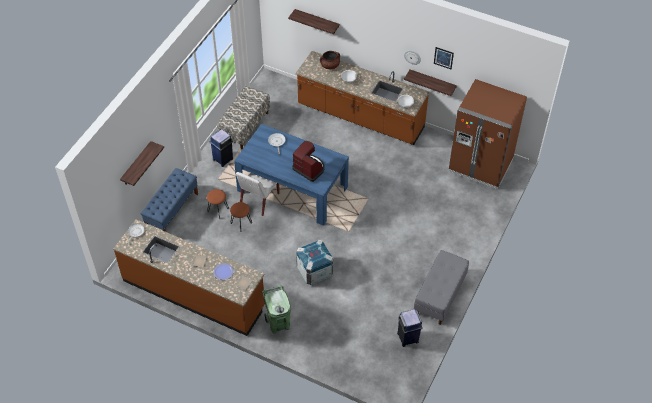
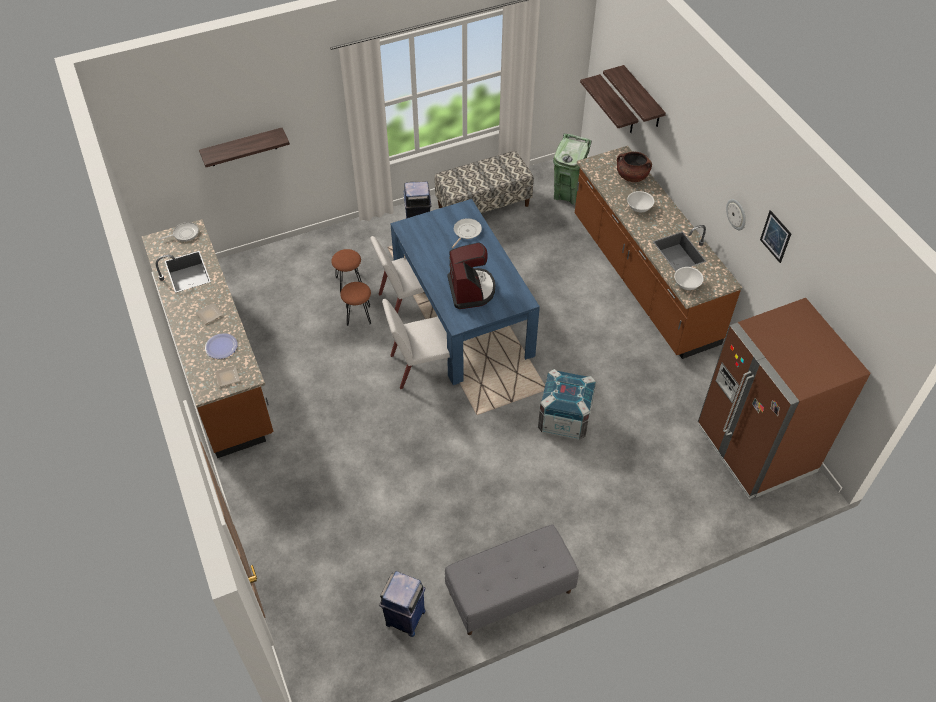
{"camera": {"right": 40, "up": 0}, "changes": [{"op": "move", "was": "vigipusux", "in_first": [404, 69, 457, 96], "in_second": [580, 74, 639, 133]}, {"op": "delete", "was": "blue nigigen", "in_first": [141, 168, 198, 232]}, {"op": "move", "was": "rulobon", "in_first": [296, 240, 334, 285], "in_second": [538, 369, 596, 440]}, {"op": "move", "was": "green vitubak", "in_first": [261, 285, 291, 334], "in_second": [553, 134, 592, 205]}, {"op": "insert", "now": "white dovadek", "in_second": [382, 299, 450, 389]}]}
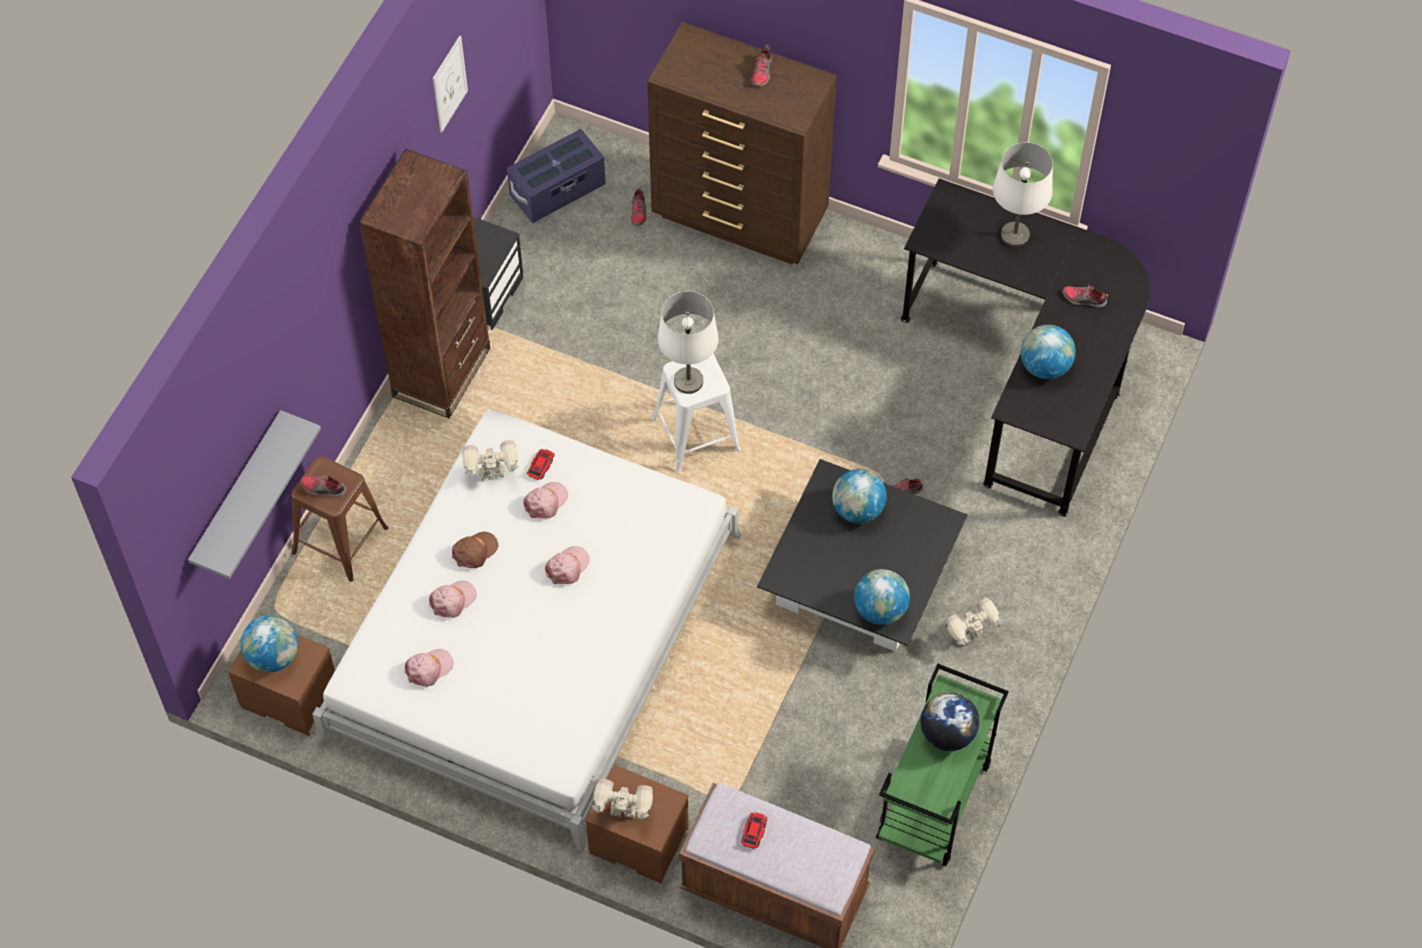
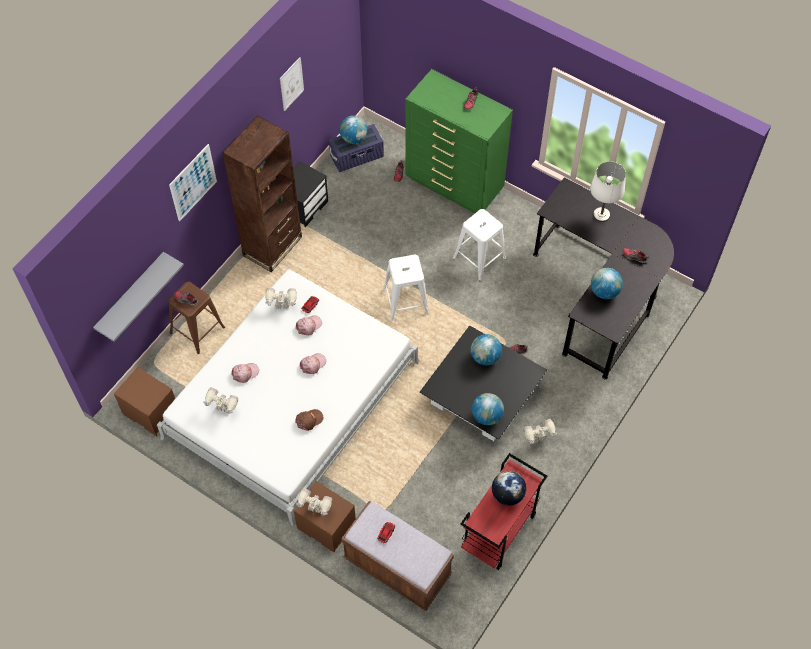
{"camera": {"right": 10, "up": 0}, "changes": [{"op": "recolor", "was": "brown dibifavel", "now": "green dibifavel", "in_first": [647, 22, 837, 264], "in_second": [405, 69, 513, 213]}, {"op": "delete", "was": "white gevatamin", "in_first": [658, 291, 719, 394]}, {"op": "move", "was": "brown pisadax", "in_first": [452, 532, 498, 568], "in_second": [295, 409, 324, 431]}, {"op": "move", "was": "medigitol", "in_first": [241, 616, 298, 672], "in_second": [339, 115, 367, 144]}, {"op": "replace", "was": "pink pisadax", "now": "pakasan", "in_first": [404, 649, 454, 687], "in_second": [203, 387, 238, 414]}, {"op": "recolor", "was": "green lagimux", "now": "red lagimux", "in_first": [876, 664, 1009, 866], "in_second": [460, 453, 547, 570]}, {"op": "insert", "now": "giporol", "in_second": [169, 144, 217, 221]}, {"op": "insert", "now": "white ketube", "in_second": [453, 209, 506, 281]}]}
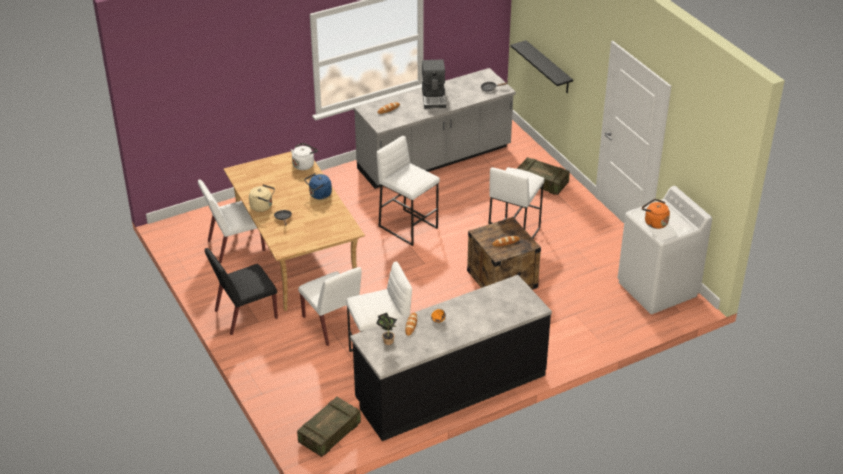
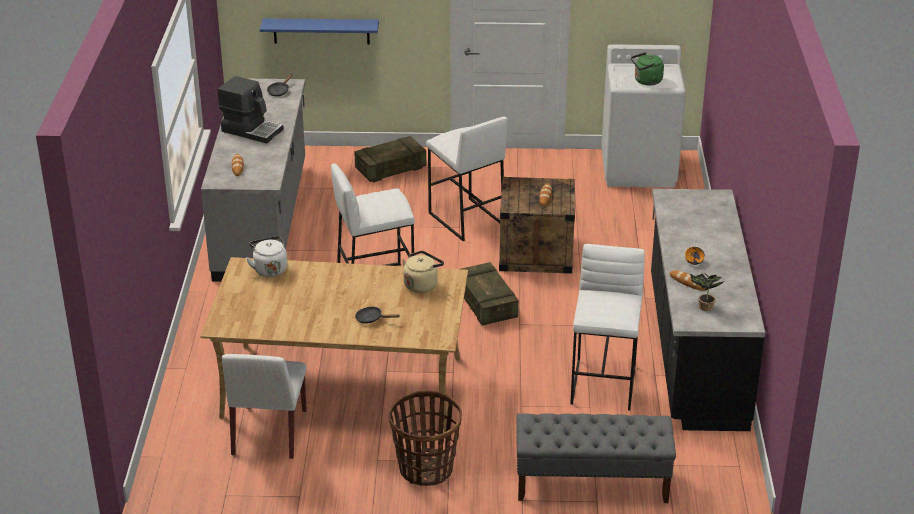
{"camera": {"right": -60, "up": -5}, "changes": [{"op": "recolor", "was": "black vigipusux", "now": "blue vigipusux", "in_first": [511, 40, 573, 93], "in_second": [260, 18, 379, 44]}, {"op": "delete", "was": "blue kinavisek", "in_first": [305, 173, 332, 200]}, {"op": "move", "was": "beige kinavisek", "in_first": [249, 184, 275, 212], "in_second": [402, 251, 444, 293]}, {"op": "recolor", "was": "orange kinavisek", "now": "green kinavisek", "in_first": [642, 199, 670, 229], "in_second": [631, 52, 664, 86]}, {"op": "replace", "was": "black dovadek", "now": "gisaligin", "in_first": [205, 248, 278, 335], "in_second": [389, 391, 462, 486]}, {"op": "delete", "was": "white dovadek", "in_first": [298, 267, 362, 346]}, {"op": "move", "was": "rulobon", "in_first": [297, 397, 361, 457], "in_second": [461, 262, 519, 325]}, {"op": "insert", "now": "grey nigigen", "in_second": [516, 413, 676, 503]}]}
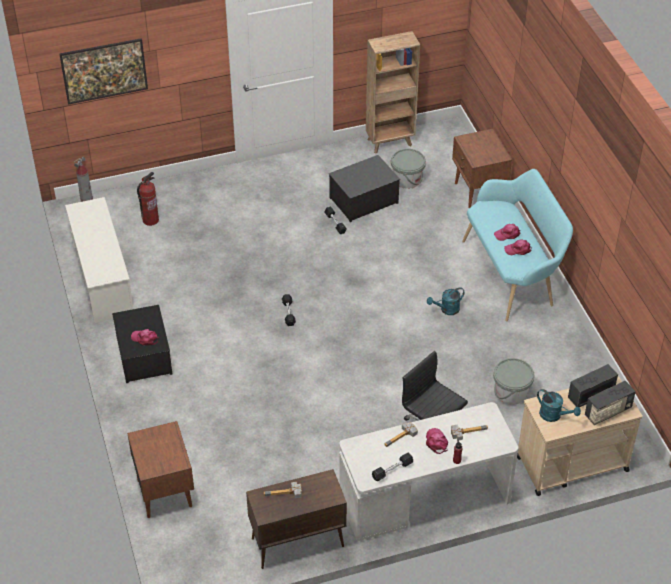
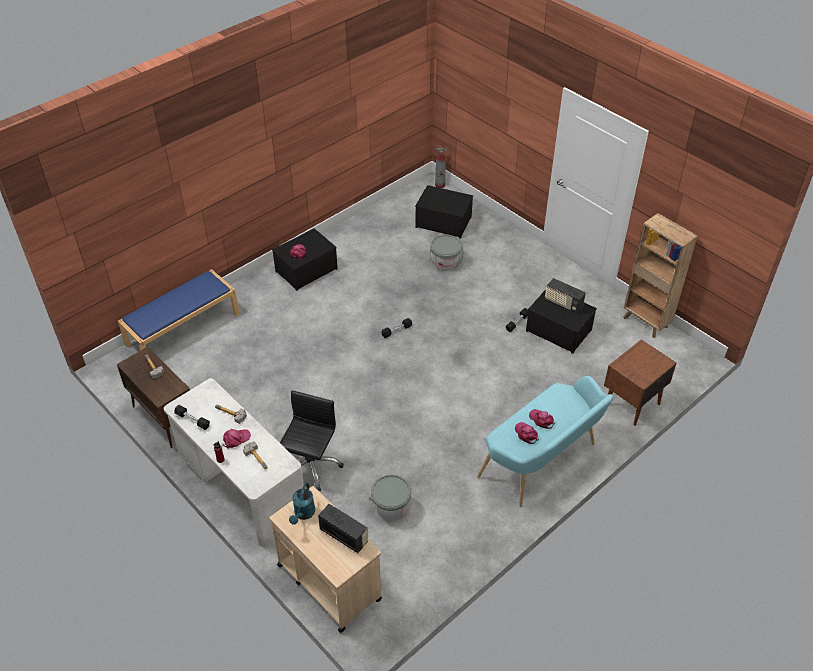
{"camera": {"right": 65, "up": 0}, "changes": [{"op": "delete", "was": "giporol", "in_first": [59, 38, 148, 104]}, {"op": "move", "was": "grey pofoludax", "in_first": [391, 149, 426, 189], "in_second": [430, 235, 464, 271]}, {"op": "replace", "was": "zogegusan", "now": "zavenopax", "in_first": [137, 172, 159, 226], "in_second": [415, 185, 473, 239]}, {"op": "delete", "was": "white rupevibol", "in_first": [65, 197, 134, 323]}, {"op": "delete", "was": "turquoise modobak", "in_first": [427, 287, 465, 315]}, {"op": "move", "was": "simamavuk", "in_first": [585, 381, 636, 425], "in_second": [545, 278, 586, 314]}, {"op": "replace", "was": "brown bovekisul", "now": "blue nigigen", "in_first": [127, 421, 194, 518], "in_second": [118, 269, 240, 351]}]}
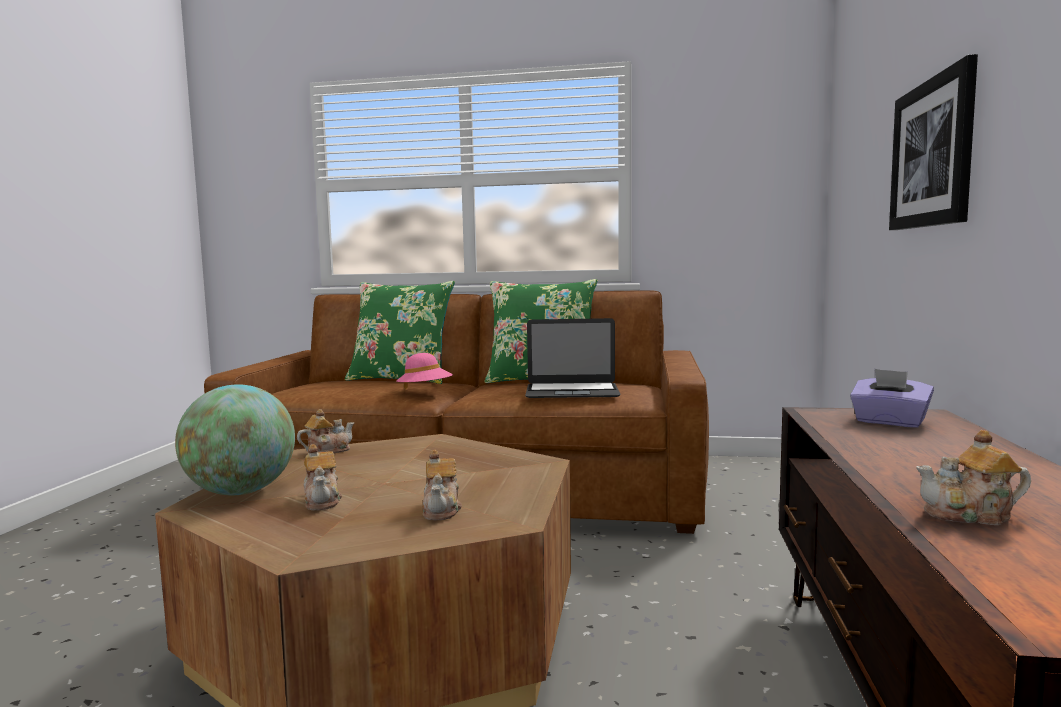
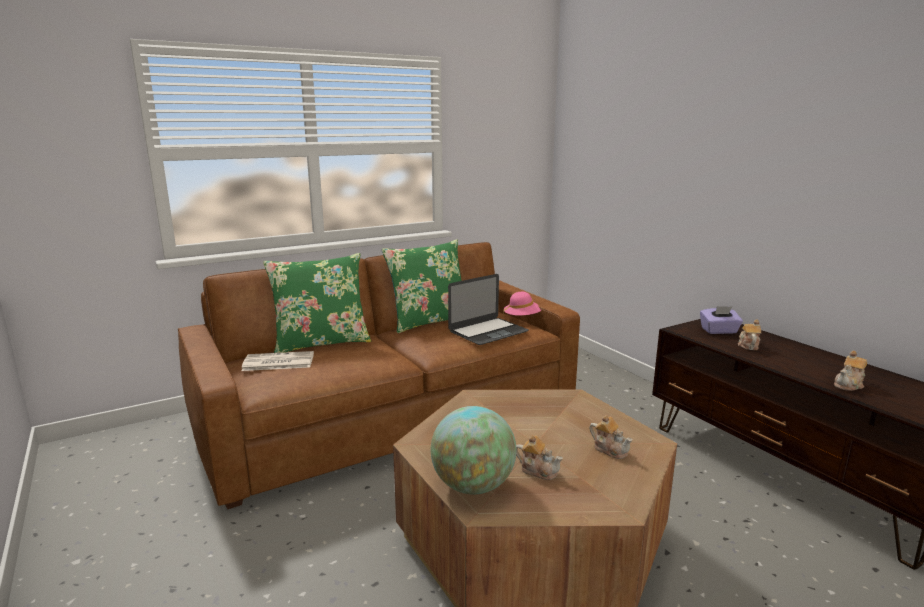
{"camera": {"right": -40, "up": 10}, "changes": [{"op": "delete", "was": "giporol", "in_first": [889, 54, 978, 230]}, {"op": "move", "was": "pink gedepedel", "in_first": [396, 353, 453, 389], "in_second": [503, 292, 541, 317]}, {"op": "move", "was": "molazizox", "in_first": [297, 409, 355, 453], "in_second": [738, 319, 762, 350]}, {"op": "insert", "now": "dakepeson", "in_second": [241, 351, 314, 371]}]}
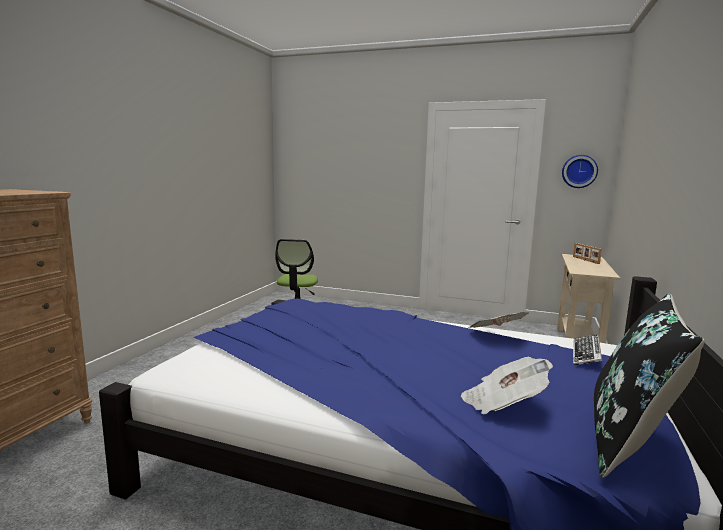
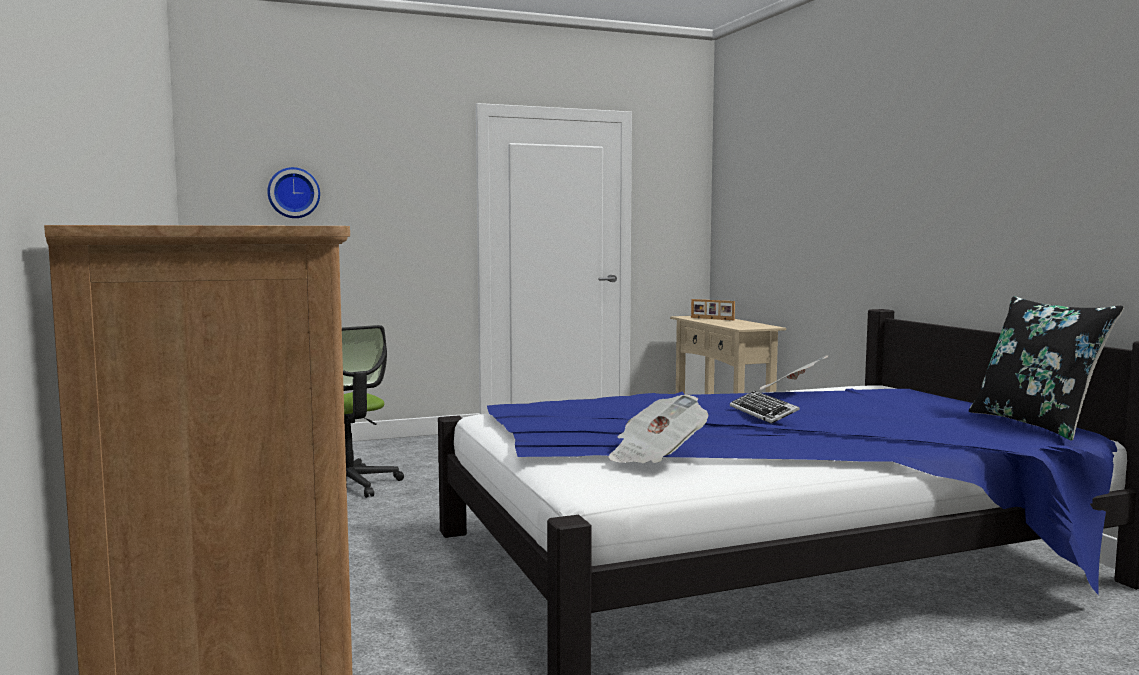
{"camera": {"right": -40, "up": -5}, "changes": [{"op": "move", "was": "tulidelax", "in_first": [562, 155, 598, 188], "in_second": [267, 167, 320, 218]}, {"op": "move", "was": "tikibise", "in_first": [573, 334, 603, 366], "in_second": [730, 391, 800, 424]}, {"op": "move", "was": "dakepeson", "in_first": [461, 357, 553, 414], "in_second": [609, 395, 708, 463]}]}
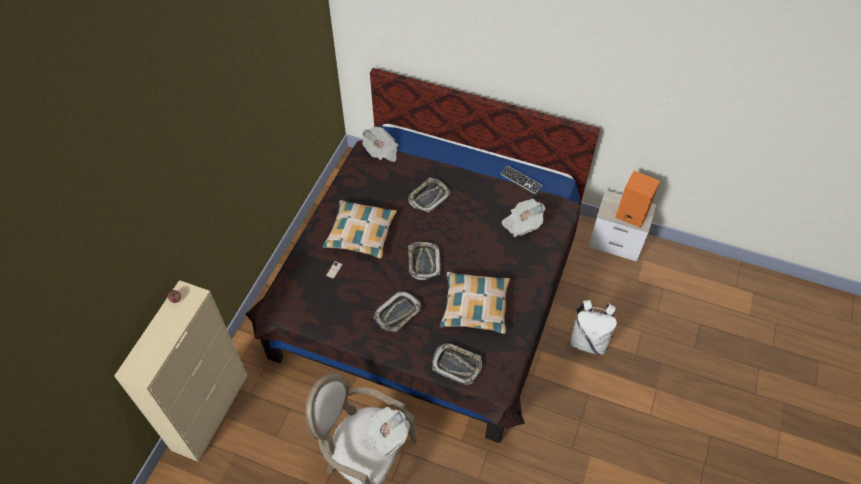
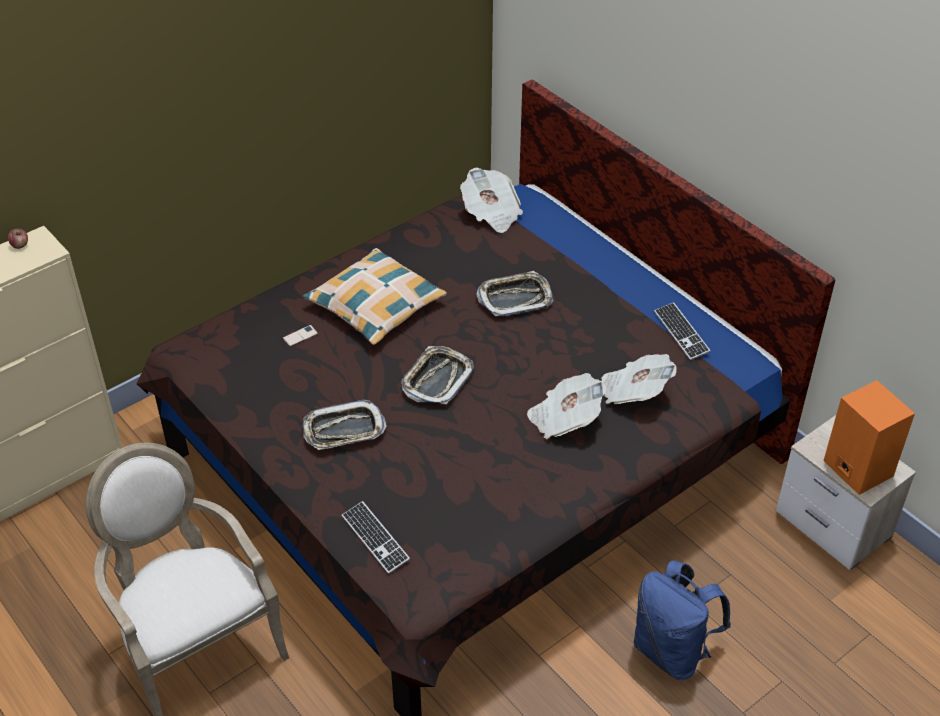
{"camera": {"right": 30, "up": -10}, "changes": [{"op": "delete", "was": "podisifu", "in_first": [440, 272, 510, 334]}, {"op": "recolor", "was": "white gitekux", "now": "blue gitekux", "in_first": [570, 300, 617, 355], "in_second": [633, 560, 731, 680]}, {"op": "replace", "was": "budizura", "now": "tikibise", "in_first": [432, 343, 482, 385], "in_second": [342, 501, 410, 574]}, {"op": "move", "was": "dakepeson", "in_first": [361, 407, 408, 459], "in_second": [527, 373, 607, 439]}]}
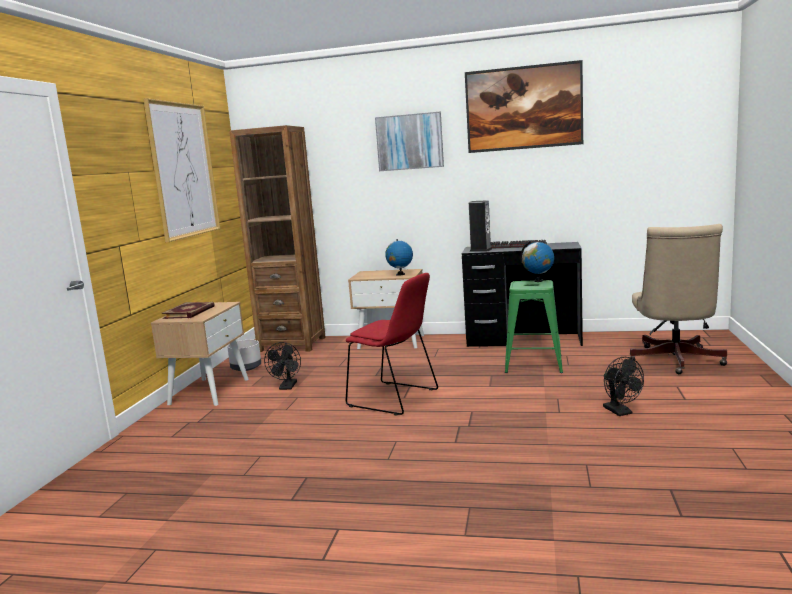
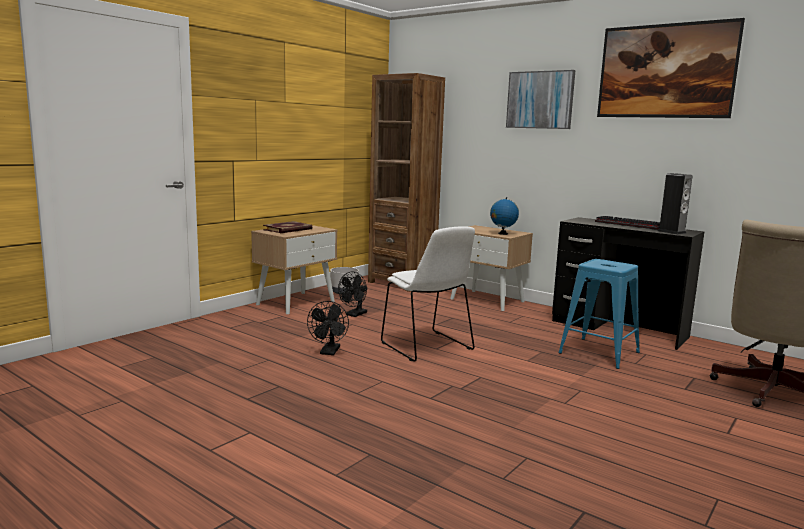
{"camera": {"right": 25, "up": 0}, "changes": [{"op": "delete", "was": "giporol", "in_first": [144, 98, 220, 242]}, {"op": "move", "was": "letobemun", "in_first": [469, 200, 492, 252], "in_second": [658, 173, 692, 234]}, {"op": "delete", "was": "medigitol", "in_first": [520, 241, 554, 282]}, {"op": "recolor", "was": "red dovadek", "now": "white dovadek", "in_first": [346, 273, 438, 416], "in_second": [381, 226, 475, 361]}, {"op": "recolor", "was": "green ketube", "now": "blue ketube", "in_first": [505, 280, 563, 373], "in_second": [558, 259, 640, 369]}, {"op": "move", "was": "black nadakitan", "in_first": [603, 357, 644, 416], "in_second": [307, 301, 349, 355]}]}
